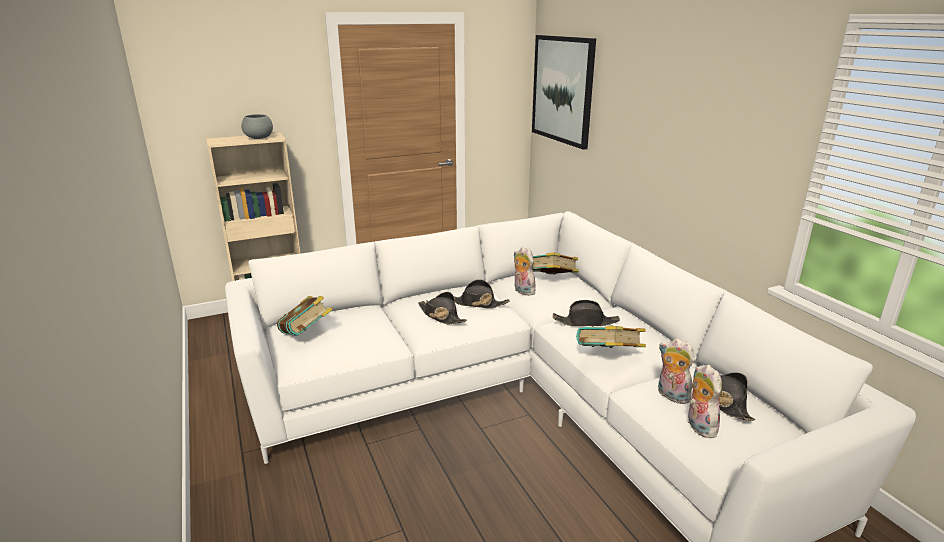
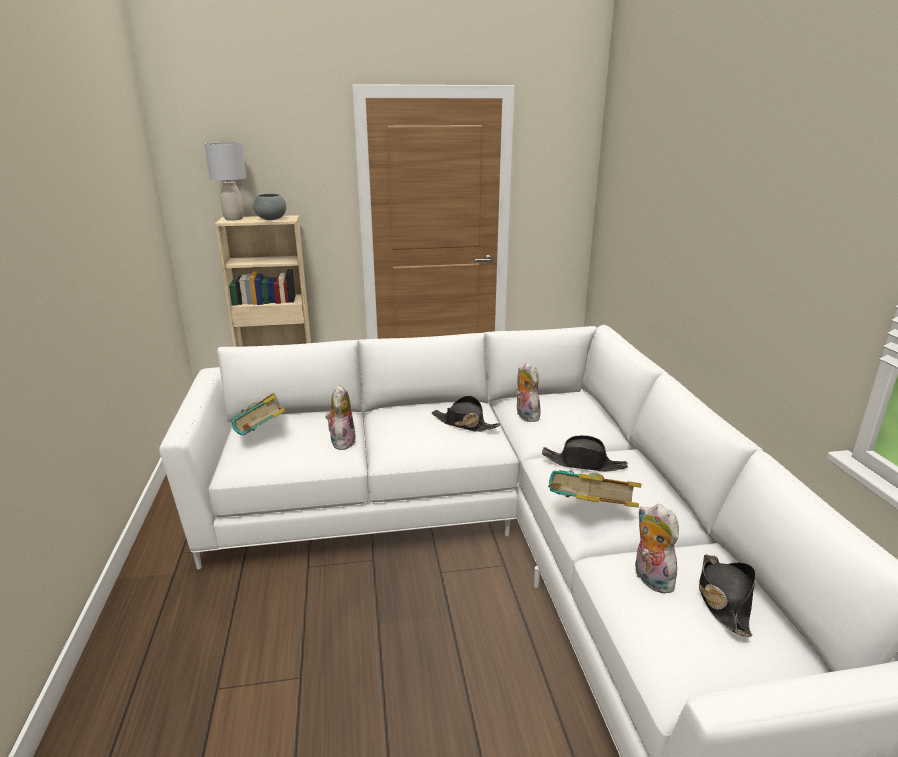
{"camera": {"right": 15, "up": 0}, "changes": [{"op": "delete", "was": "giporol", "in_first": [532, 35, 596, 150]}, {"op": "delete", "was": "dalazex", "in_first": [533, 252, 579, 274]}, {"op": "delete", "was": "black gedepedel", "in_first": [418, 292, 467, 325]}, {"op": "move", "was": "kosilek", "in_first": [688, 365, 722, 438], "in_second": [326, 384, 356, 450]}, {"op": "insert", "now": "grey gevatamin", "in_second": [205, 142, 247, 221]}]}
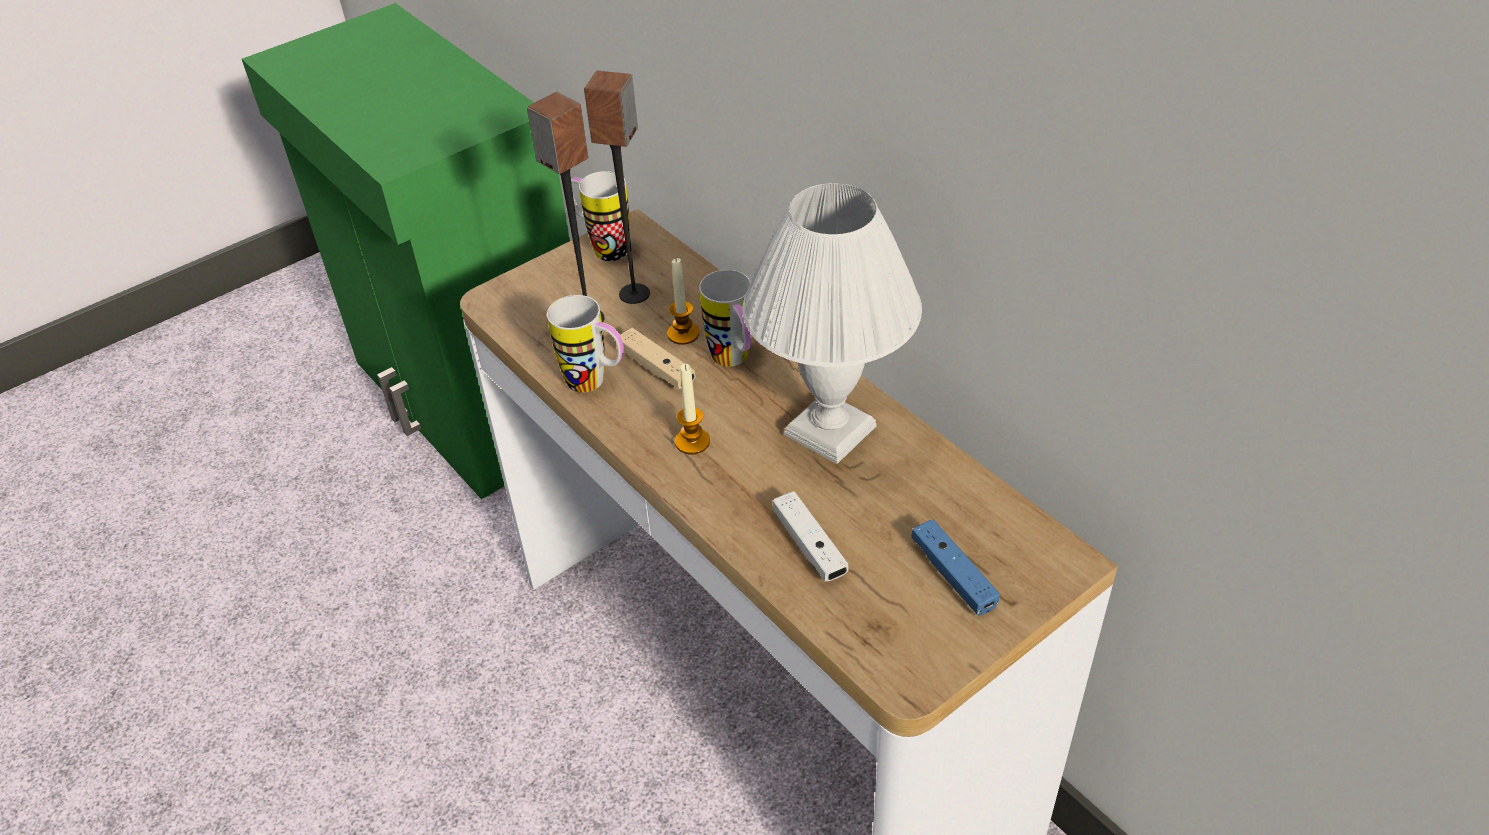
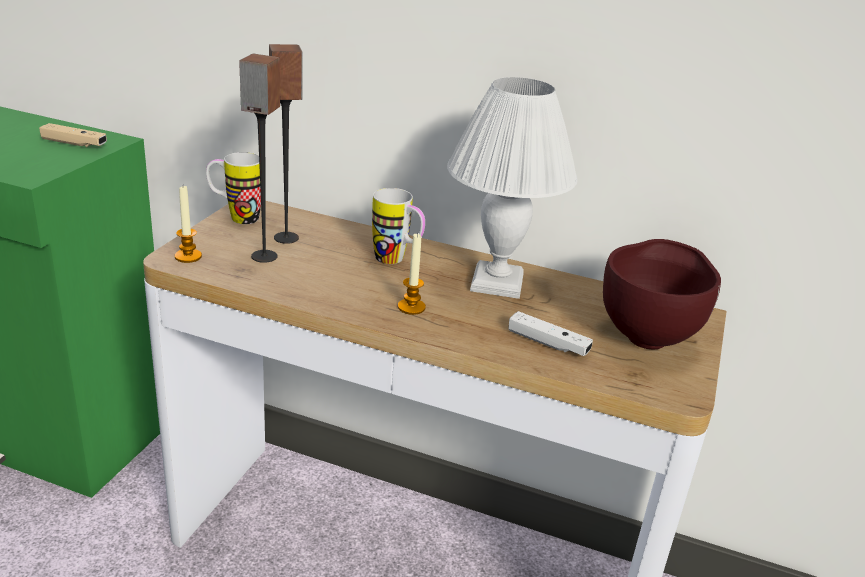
{"camera": {"right": -35, "up": -15}, "changes": [{"op": "move", "was": "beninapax", "in_first": [667, 258, 699, 345], "in_second": [175, 186, 202, 263]}, {"op": "delete", "was": "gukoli", "in_first": [547, 295, 624, 393]}, {"op": "move", "was": "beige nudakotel", "in_first": [620, 328, 696, 389], "in_second": [39, 123, 107, 147]}, {"op": "replace", "was": "blue nudakotel", "now": "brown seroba", "in_first": [911, 519, 1000, 616], "in_second": [603, 239, 721, 350]}]}
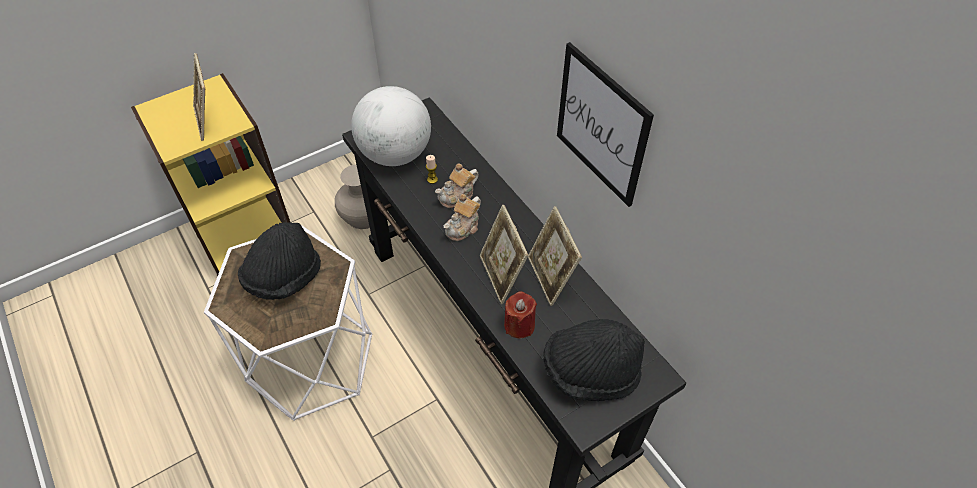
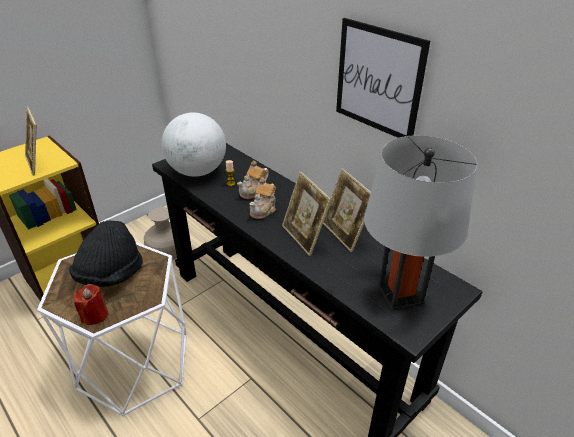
{"camera": {"right": -10, "up": -15}, "changes": [{"op": "move", "was": "red beninapax", "in_first": [504, 292, 537, 338], "in_second": [73, 284, 108, 325]}, {"op": "replace", "was": "black gedepedel", "now": "grey gevatamin", "in_first": [543, 319, 645, 401], "in_second": [364, 135, 477, 310]}]}
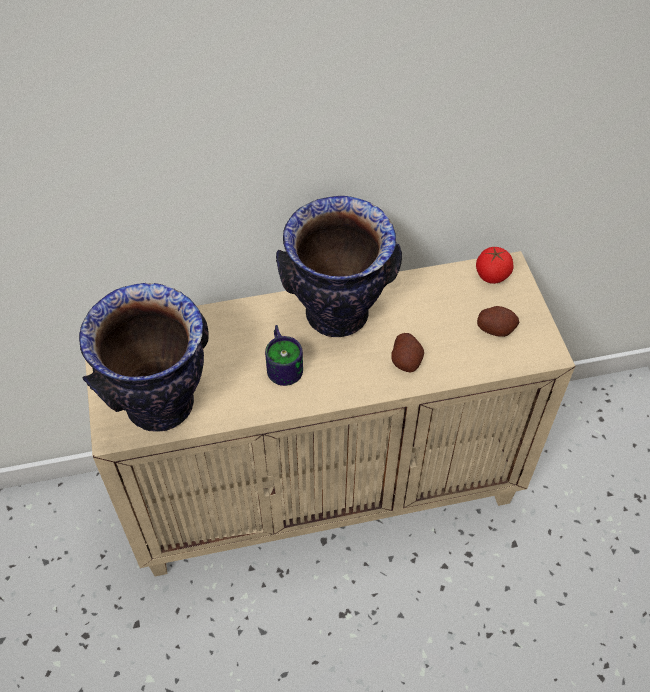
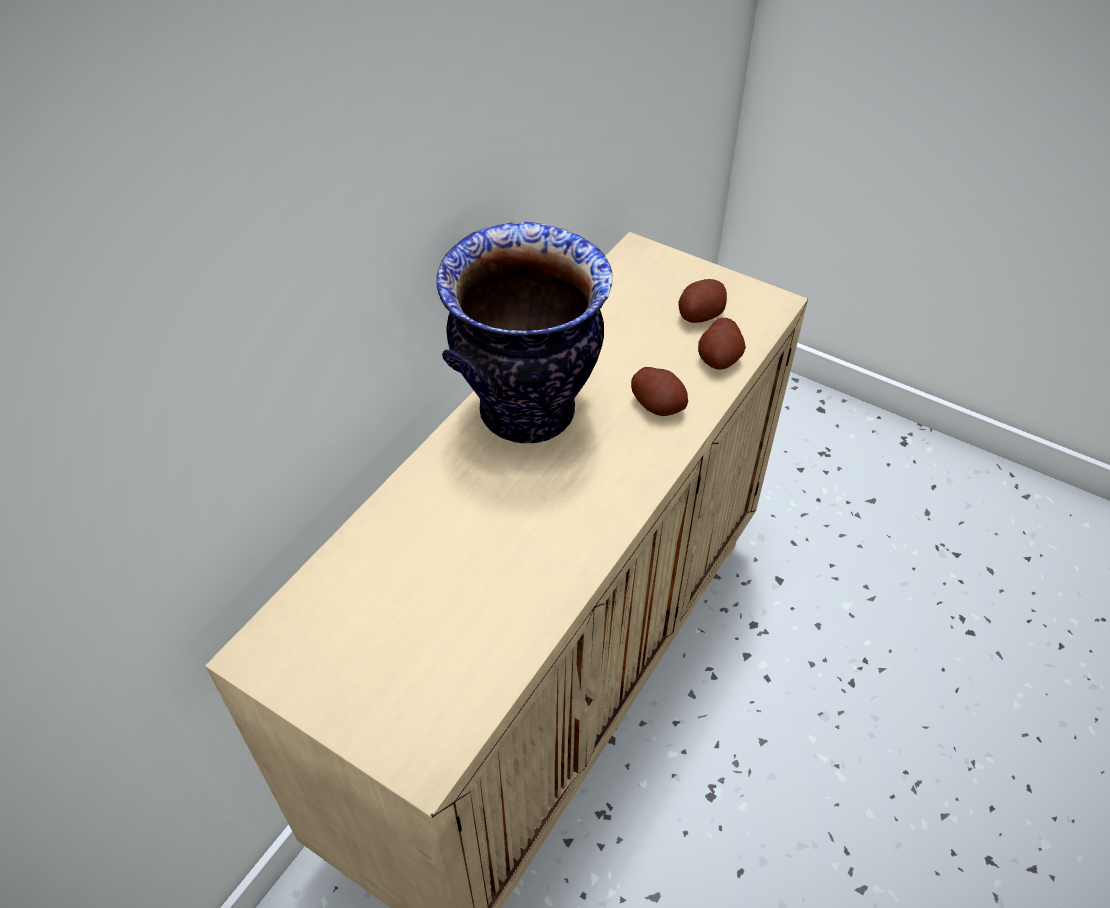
{"camera": {"right": -45, "up": -5}, "changes": [{"op": "delete", "was": "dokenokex", "in_first": [476, 246, 514, 284]}, {"op": "delete", "was": "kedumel", "in_first": [79, 283, 208, 432]}, {"op": "delete", "was": "gukoli", "in_first": [265, 325, 303, 386]}, {"op": "insert", "now": "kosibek", "in_second": [698, 318, 746, 369]}]}
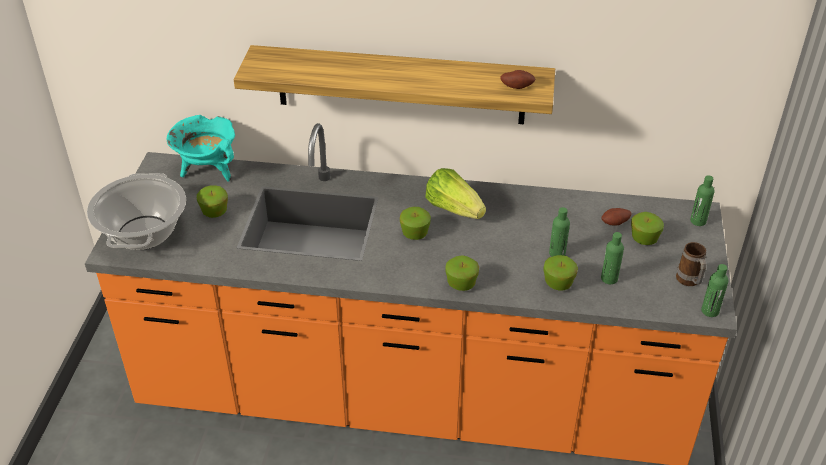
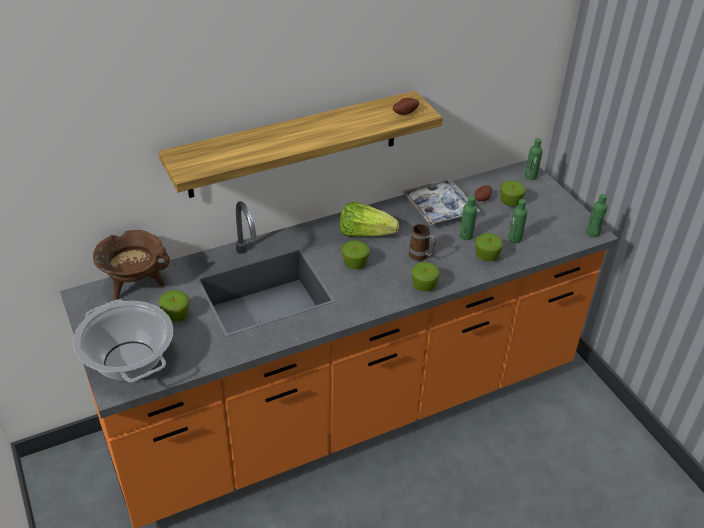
{"camera": {"right": -35, "up": 0}, "changes": [{"op": "recolor", "was": "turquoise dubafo", "now": "brown dubafo", "in_first": [167, 115, 235, 182], "in_second": [93, 230, 170, 299]}, {"op": "move", "was": "gukoli", "in_first": [676, 242, 706, 286], "in_second": [409, 224, 436, 261]}, {"op": "insert", "now": "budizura", "in_second": [402, 179, 480, 225]}]}
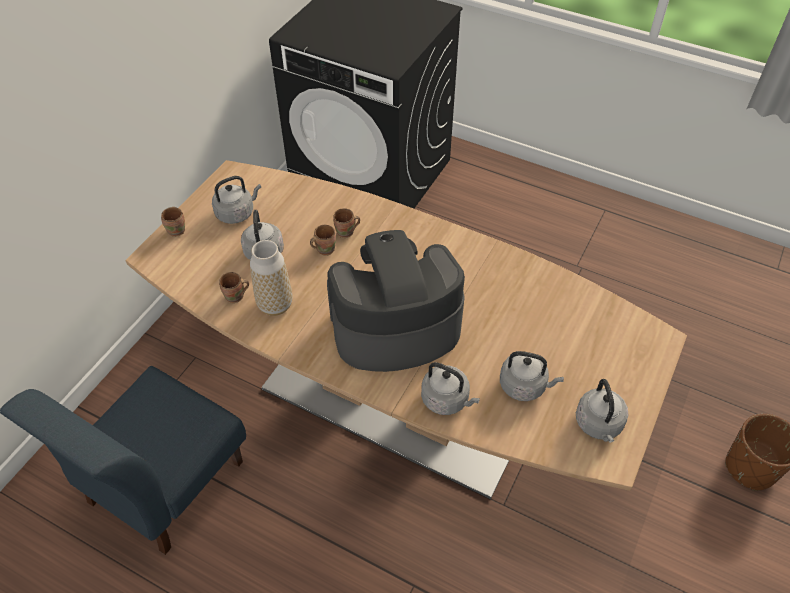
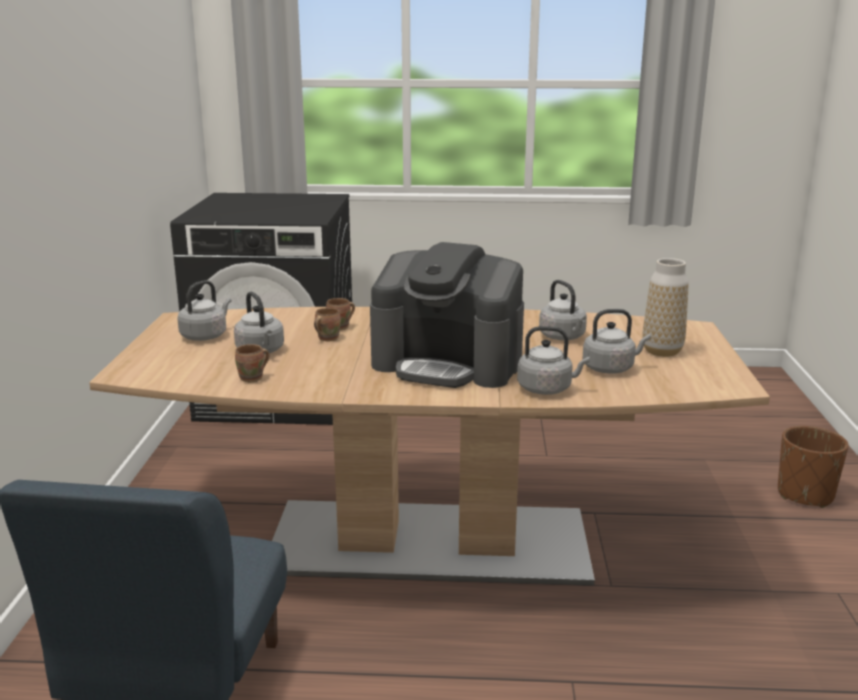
{"camera": {"right": -25, "up": -30}, "changes": [{"op": "delete", "was": "brown gukoli", "in_first": [161, 207, 185, 237]}, {"op": "rotate", "was": "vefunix", "in_first": [327, 230, 465, 372], "in_second": [370, 242, 524, 388], "clockwise": -120}, {"op": "move", "was": "kedumel", "in_first": [250, 240, 292, 316], "in_second": [642, 258, 689, 357]}, {"op": "move", "was": "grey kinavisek", "in_first": [576, 379, 628, 443], "in_second": [539, 280, 587, 340]}]}
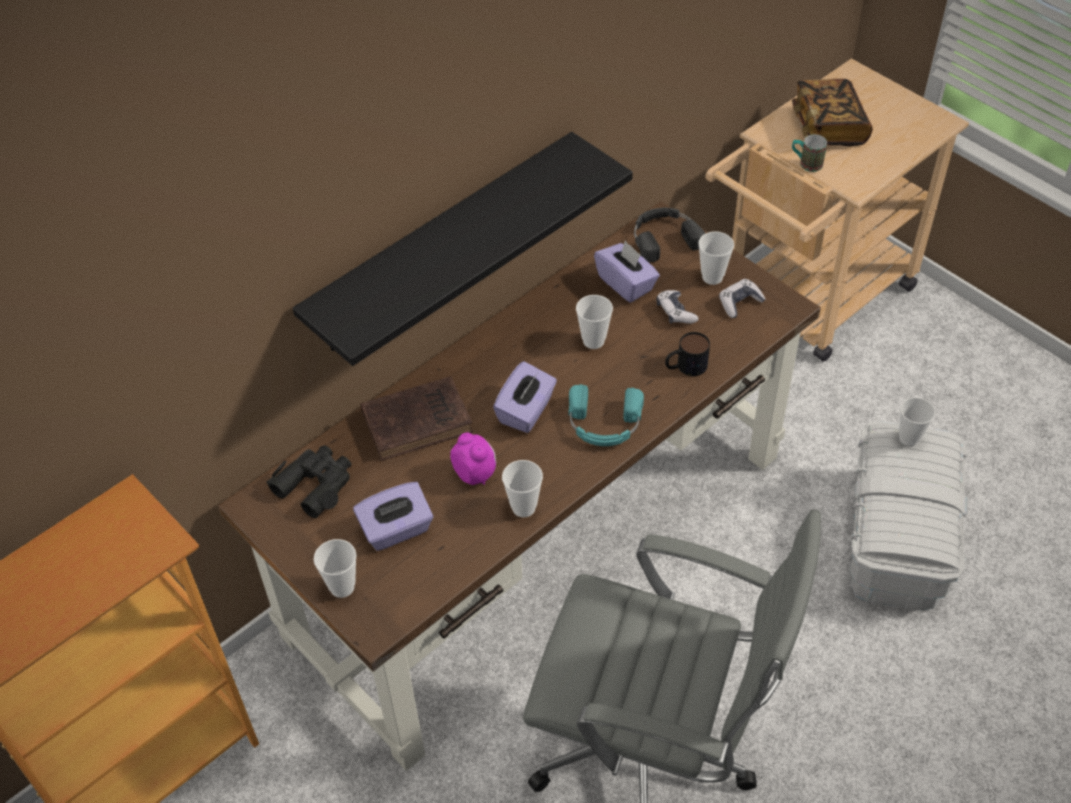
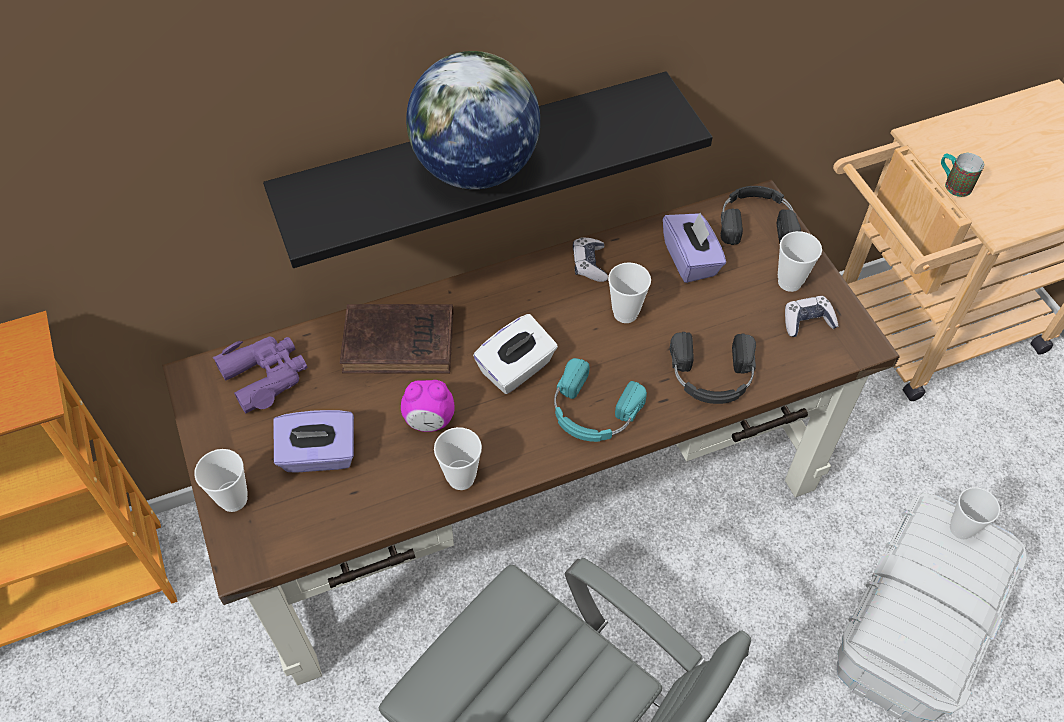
{"camera": {"right": 20, "up": 5}, "changes": [{"op": "delete", "was": "dalazex", "in_first": [792, 79, 873, 146]}, {"op": "move", "was": "nudakotel", "in_first": [656, 290, 698, 324], "in_second": [573, 237, 608, 282]}, {"op": "replace", "was": "gukoli", "now": "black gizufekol", "in_first": [665, 332, 710, 376], "in_second": [670, 332, 756, 404]}, {"op": "recolor", "was": "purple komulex", "now": "white komulex", "in_first": [493, 361, 557, 433], "in_second": [473, 314, 558, 394]}, {"op": "rotate", "was": "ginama", "in_first": [450, 433, 496, 485], "in_second": [401, 380, 454, 432], "clockwise": 105}, {"op": "recolor", "was": "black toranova", "now": "purple toranova", "in_first": [266, 445, 351, 518], "in_second": [213, 336, 308, 413]}, {"op": "insert", "now": "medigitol", "in_second": [406, 51, 540, 189]}]}
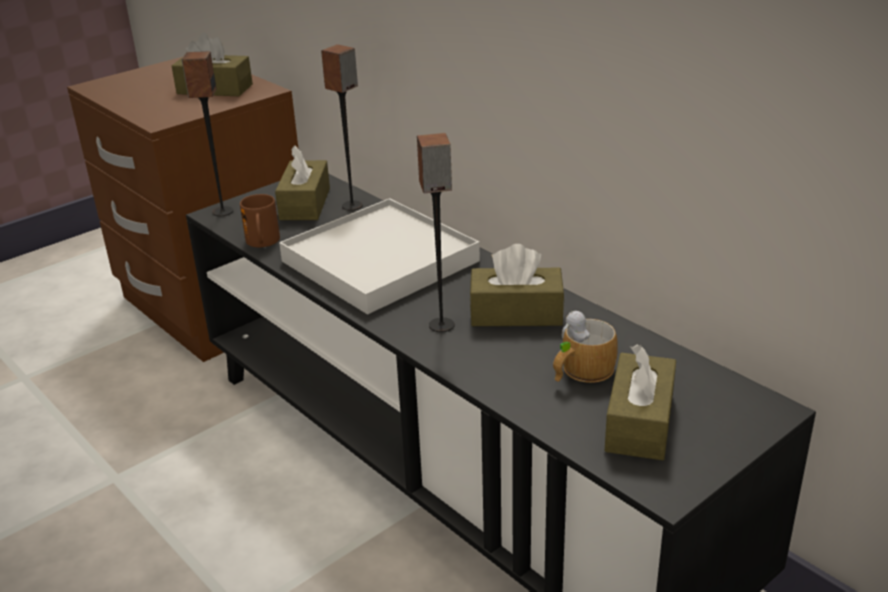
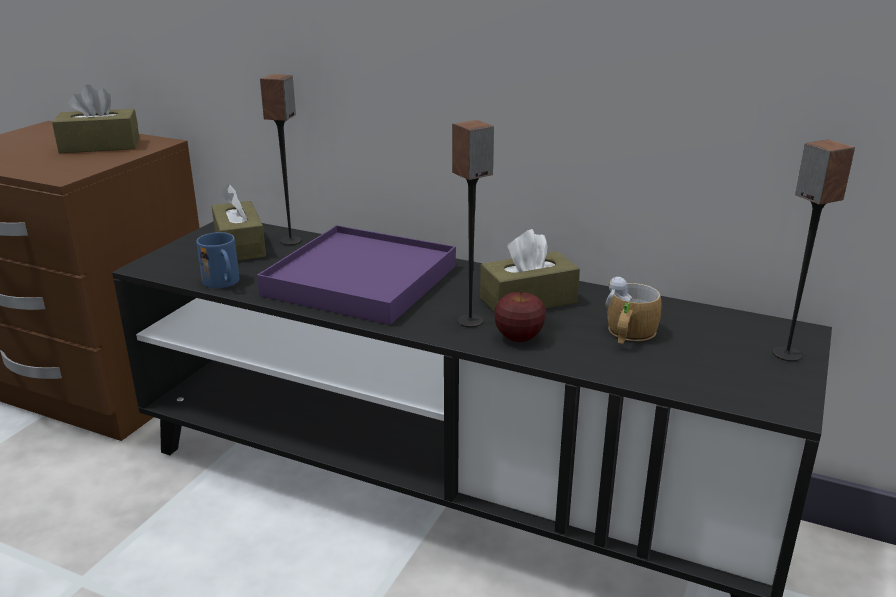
{"camera": {"right": -25, "up": -5}, "changes": [{"op": "move", "was": "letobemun", "in_first": [182, 51, 233, 216], "in_second": [773, 139, 855, 361]}, {"op": "recolor", "was": "brown gukoli", "now": "blue gukoli", "in_first": [240, 194, 280, 247], "in_second": [196, 232, 240, 288]}, {"op": "recolor", "was": "white budizura", "now": "purple budizura", "in_first": [279, 198, 480, 315], "in_second": [257, 225, 456, 325]}, {"op": "delete", "was": "brown komulex", "in_first": [605, 344, 676, 460]}, {"op": "insert", "now": "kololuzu", "in_second": [494, 291, 546, 342]}]}
